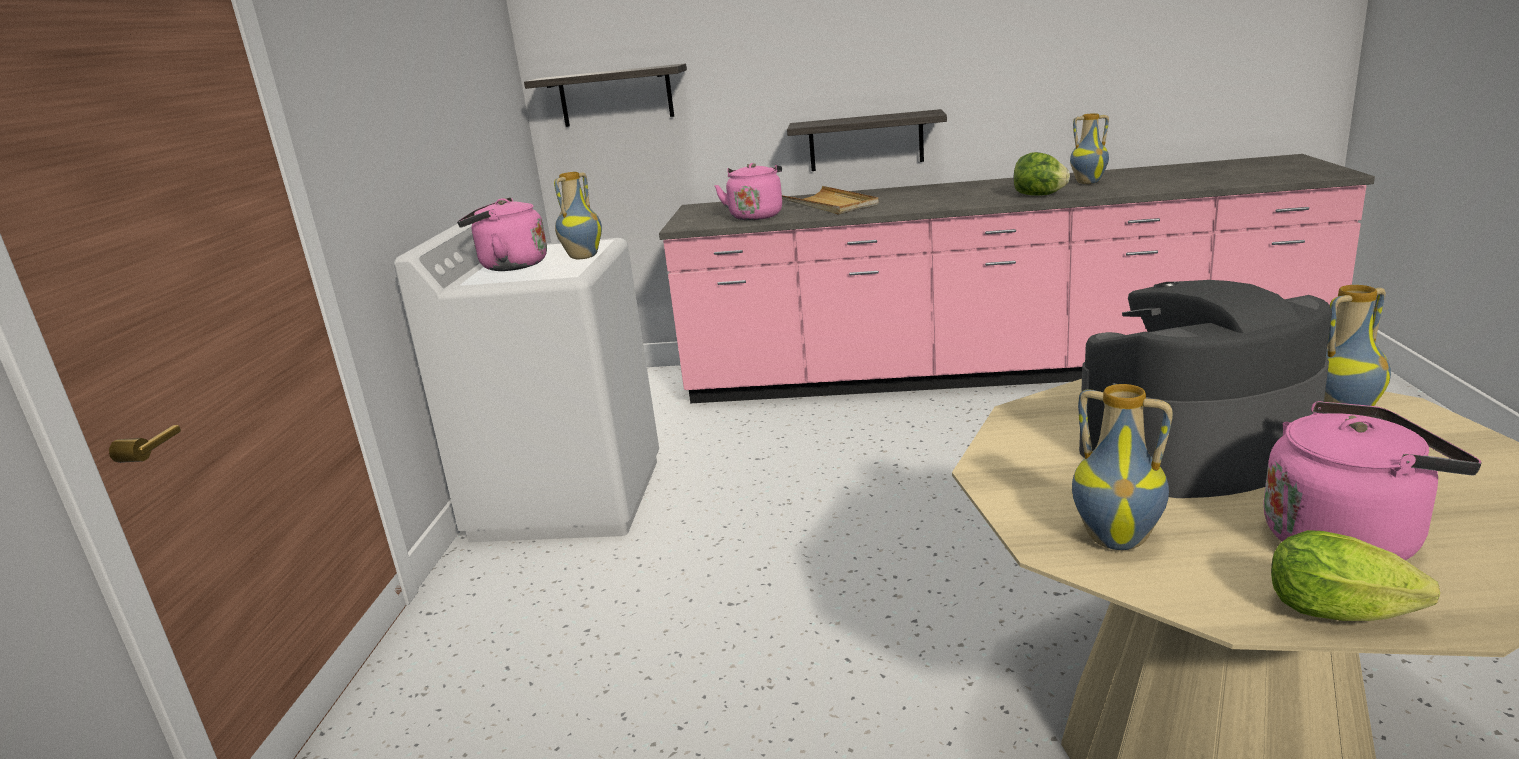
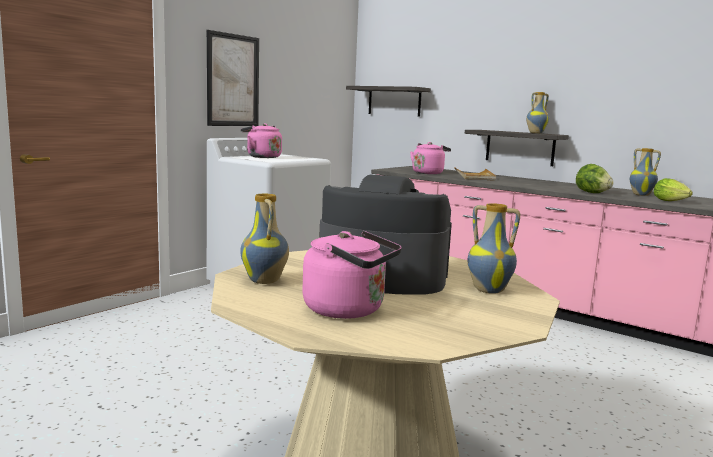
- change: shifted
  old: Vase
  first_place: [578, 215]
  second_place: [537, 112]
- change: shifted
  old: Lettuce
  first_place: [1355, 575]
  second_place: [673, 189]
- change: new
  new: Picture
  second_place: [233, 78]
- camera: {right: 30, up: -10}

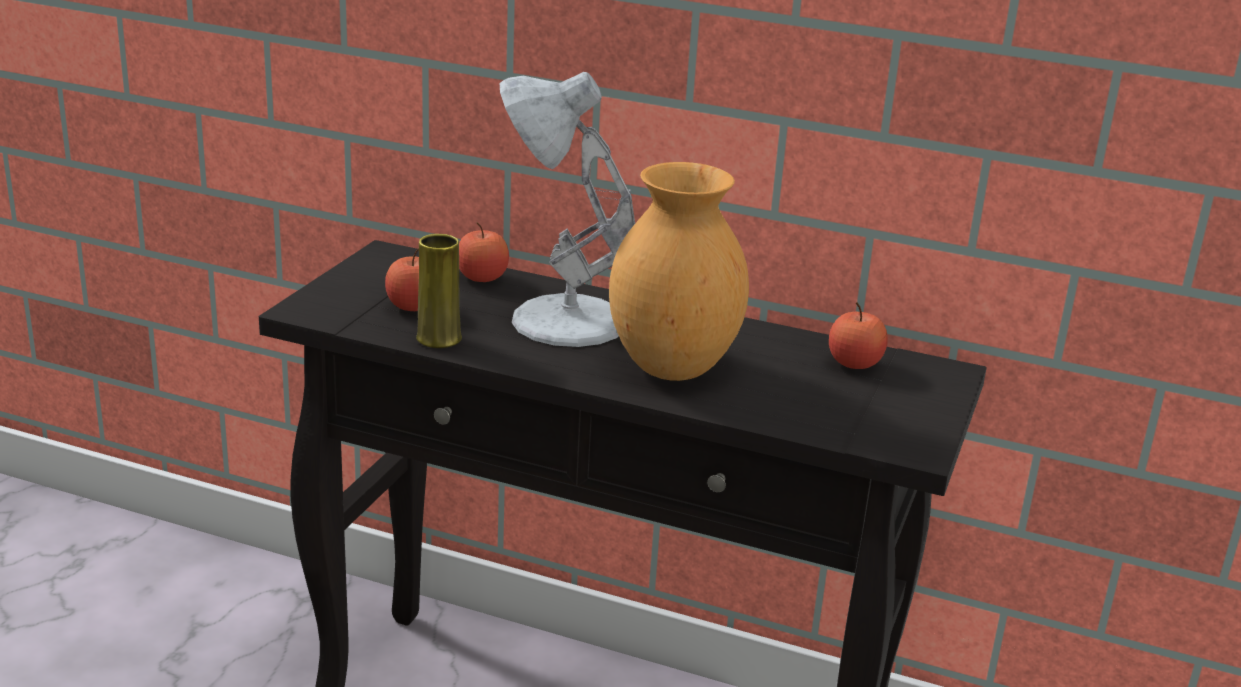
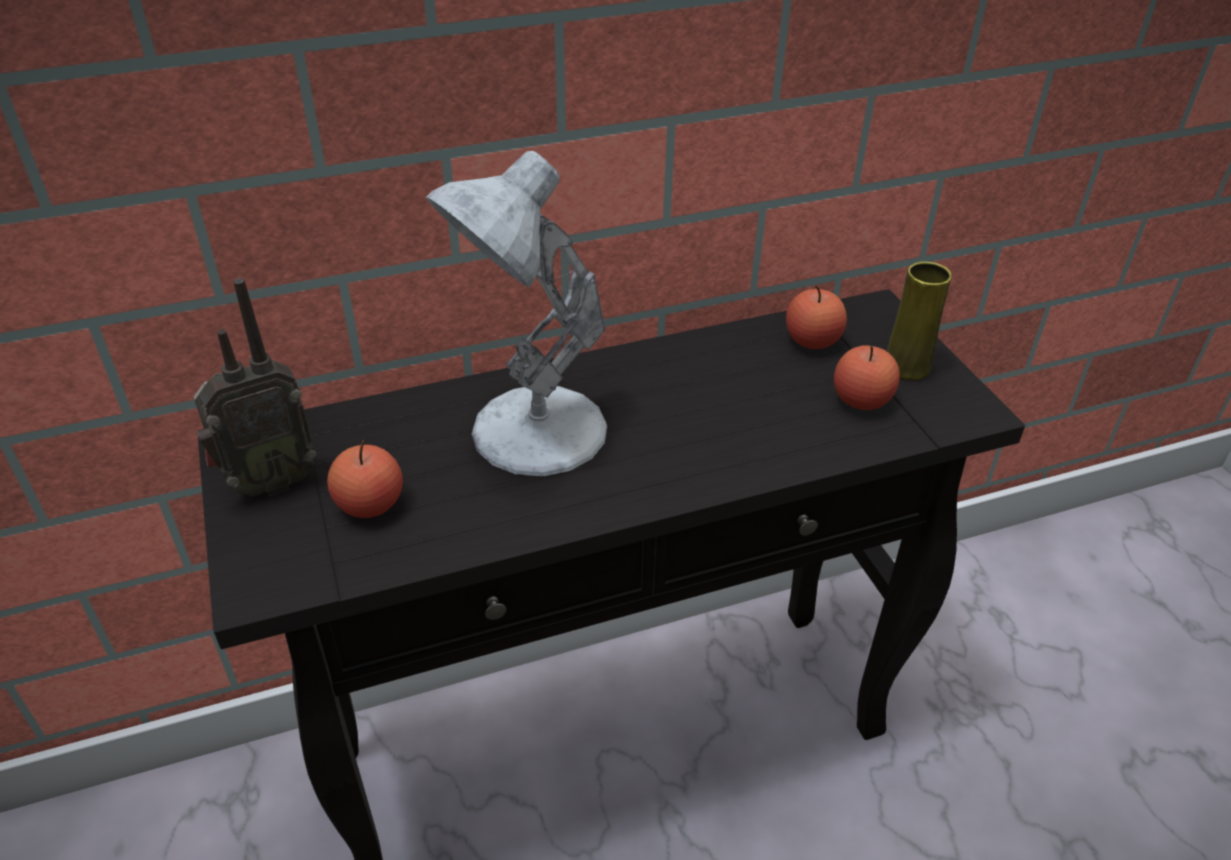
- change: shifted
  old: YellowVase
  first_place: [439, 291]
  second_place: [919, 321]
- change: shifted
  old: Apple
  first_place: [484, 252]
  second_place: [867, 377]
- change: gone
  old: BrownVase
  first_place: [679, 271]
- change: new
  new: Radio
  second_place: [255, 387]
- camera: {right: -40, up: 15}

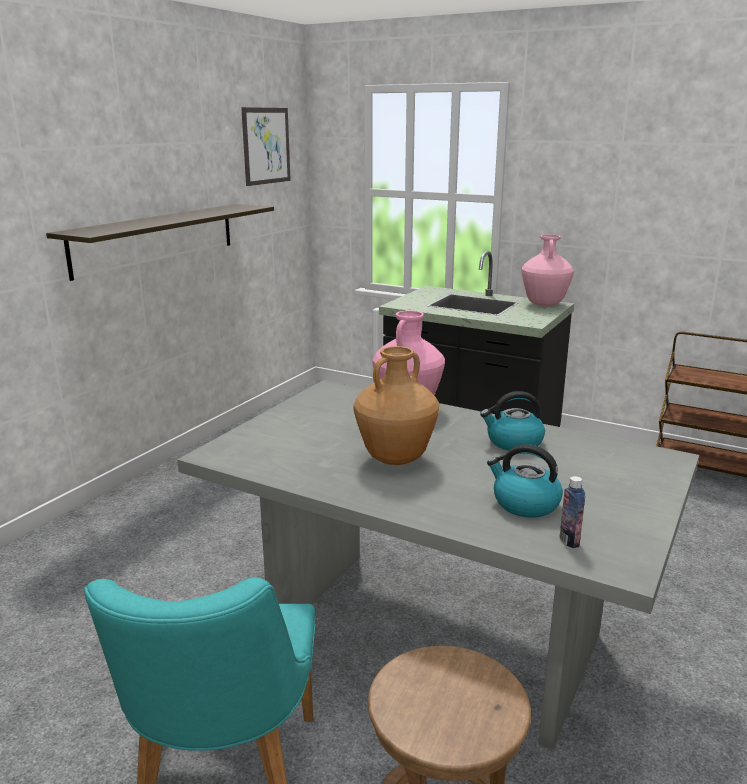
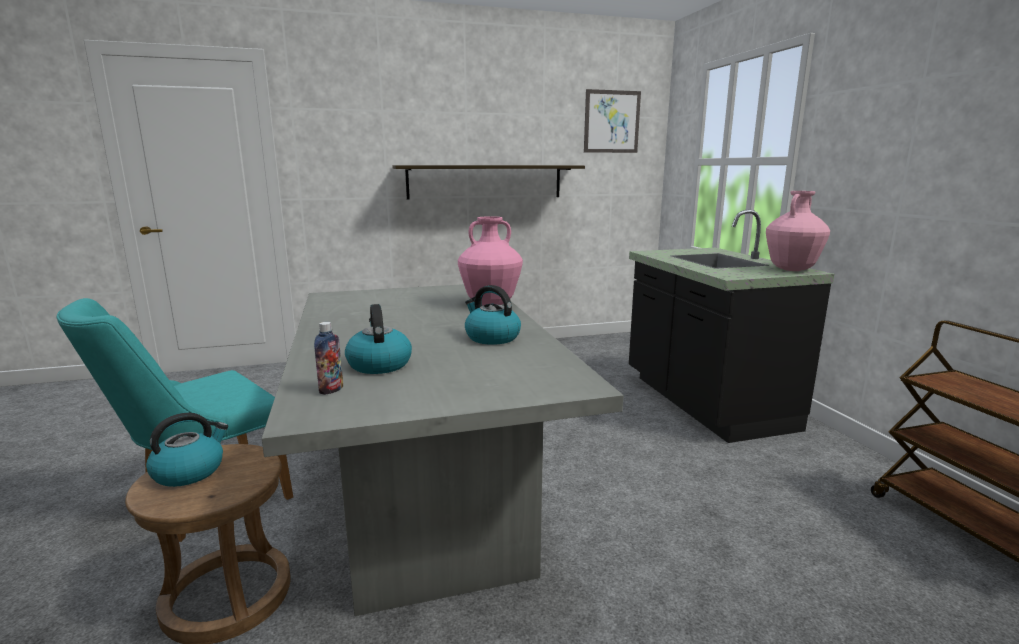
- change: gone
  old: BrownVase
  first_place: [396, 405]
- change: new
  new: Kettle
  second_place: [187, 449]
- camera: {right: 45, up: -5}

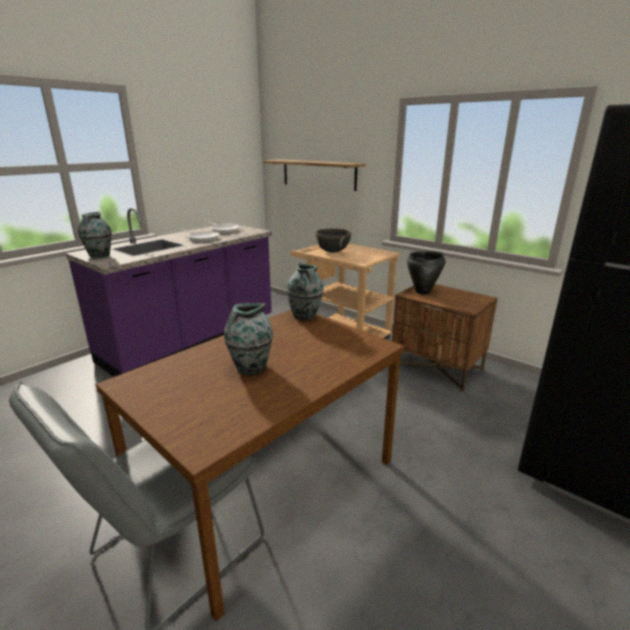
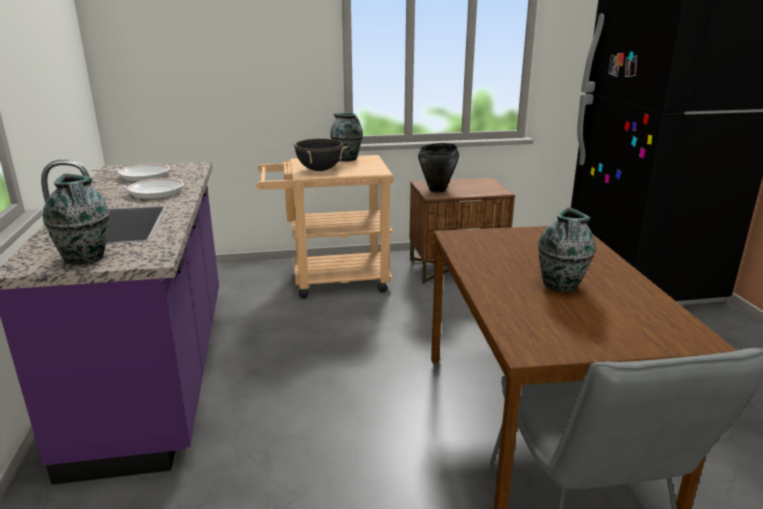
- change: gone
  old: Shelf
  first_place: [314, 175]
- change: shifted
  old: Vase
  first_place: [305, 291]
  second_place: [346, 137]
- camera: {right: -50, up: 0}

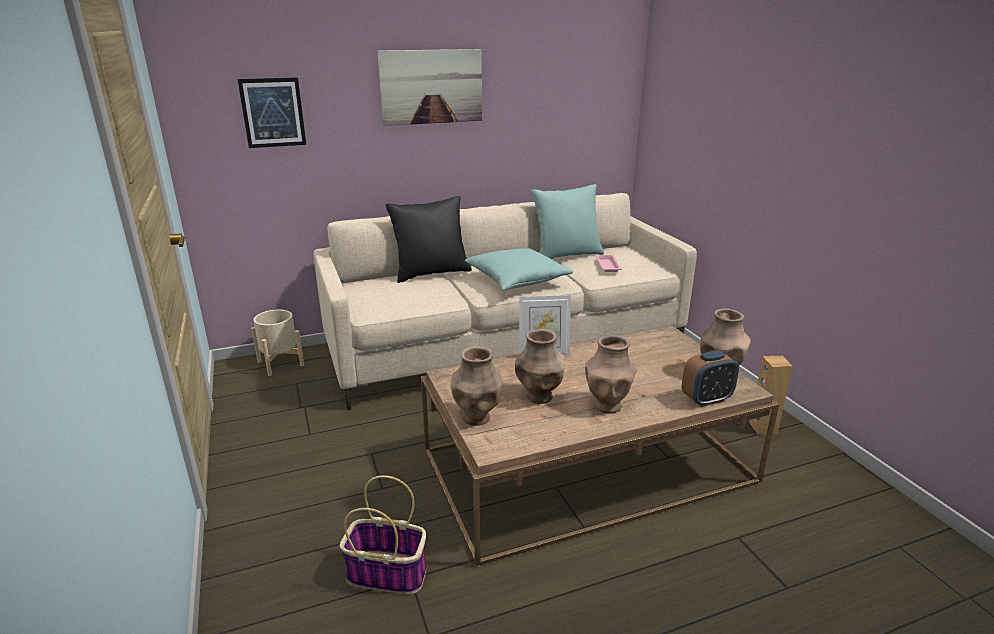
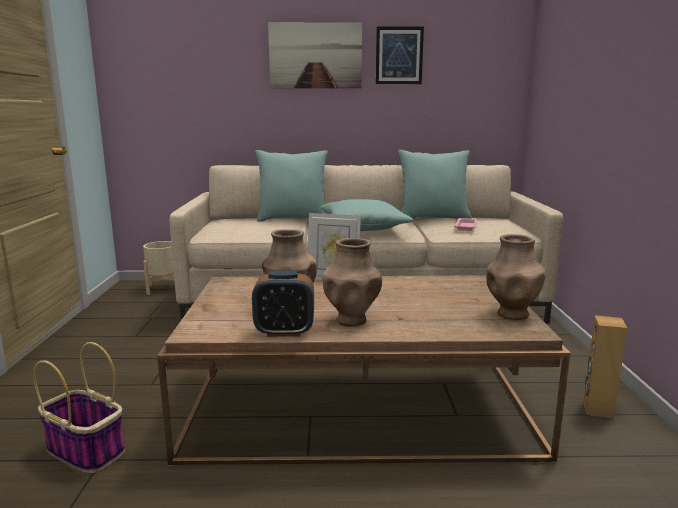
- change: shifted
  old: Picture
  first_place: [272, 112]
  second_place: [400, 55]
- change: repainted
  old: BlackPillow
  new: TurquoisePillow
  first_place: [428, 239]
  second_place: [291, 185]
- change: gone
  old: BrownVase
  first_place: [476, 386]
- change: shifted
  old: AlarmClock
  first_place: [710, 379]
  second_place: [283, 304]
- camera: {right: 20, up: -10}

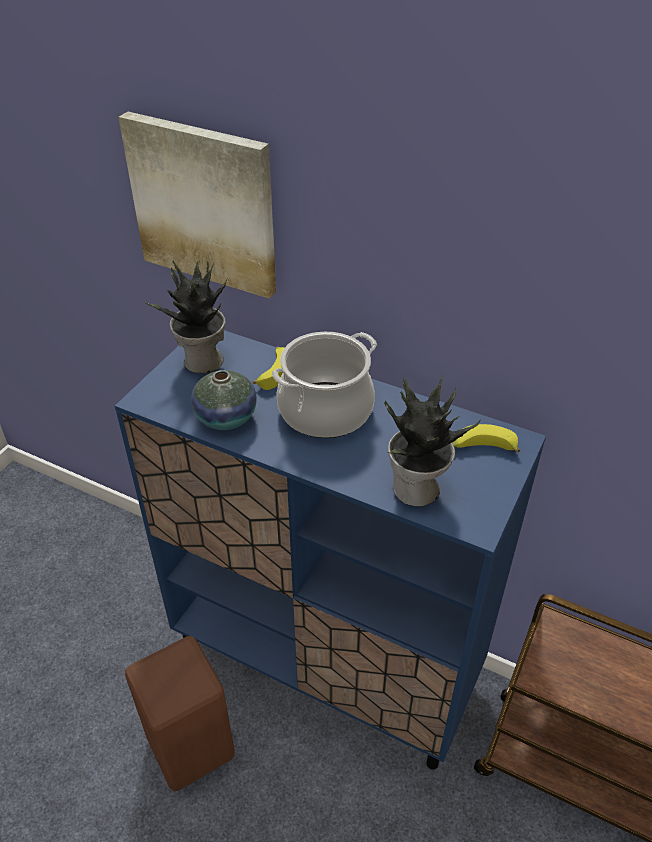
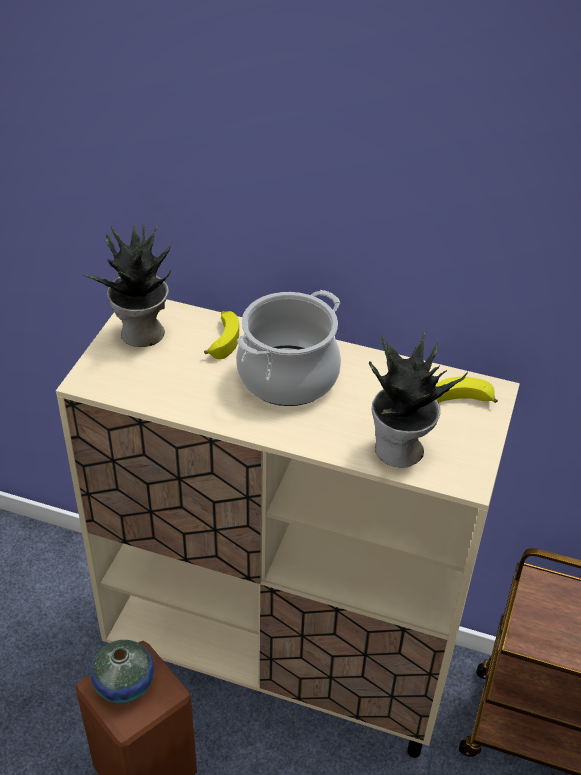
- change: repainted
  old: BlueCabinet
  new: BeigeCabinet
  first_place: [330, 550]
  second_place: [288, 528]
- change: gone
  old: Picture
  first_place: [197, 205]
- change: shifted
  old: Vase
  first_place: [224, 400]
  second_place: [122, 671]
- camera: {right: -10, up: 0}

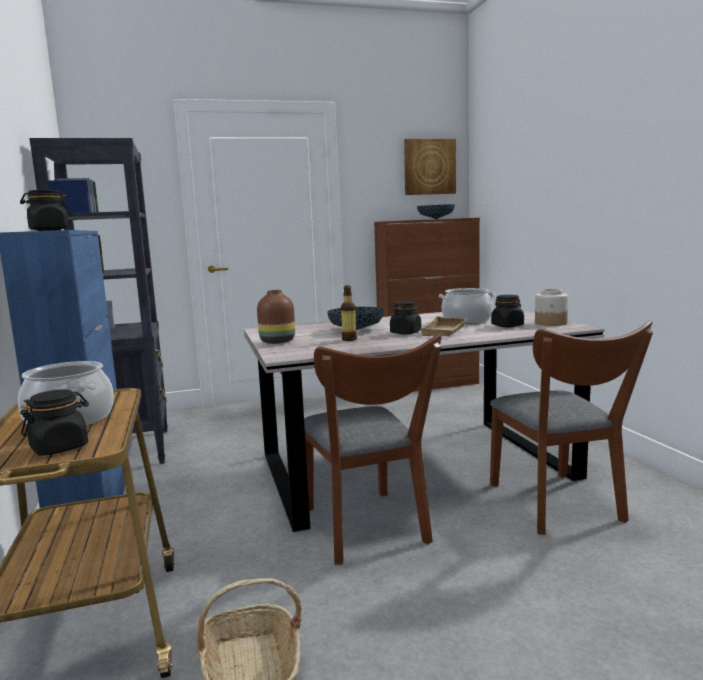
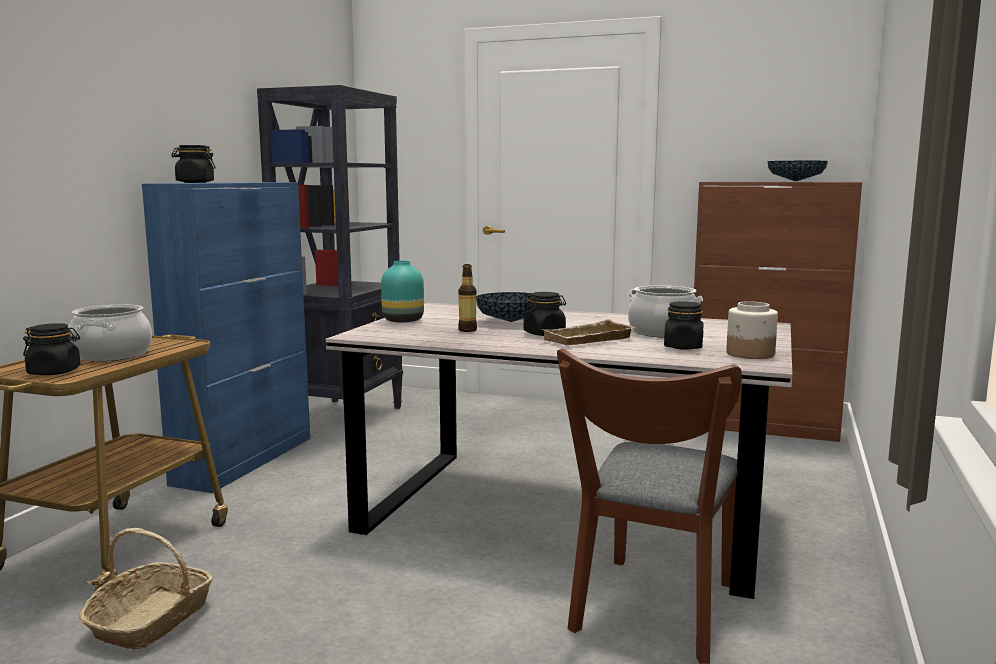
- change: repainted
  old: BrownVase
  new: TurquoiseVase
  first_place: [276, 317]
  second_place: [402, 291]
- change: gone
  old: BrownChair
  first_place: [373, 449]
- change: gone
  old: Picture
  first_place: [430, 167]
- camera: {right: 35, up: 0}

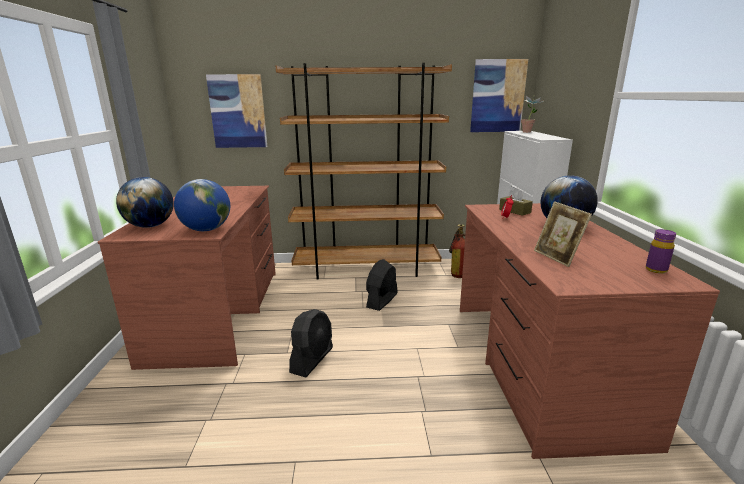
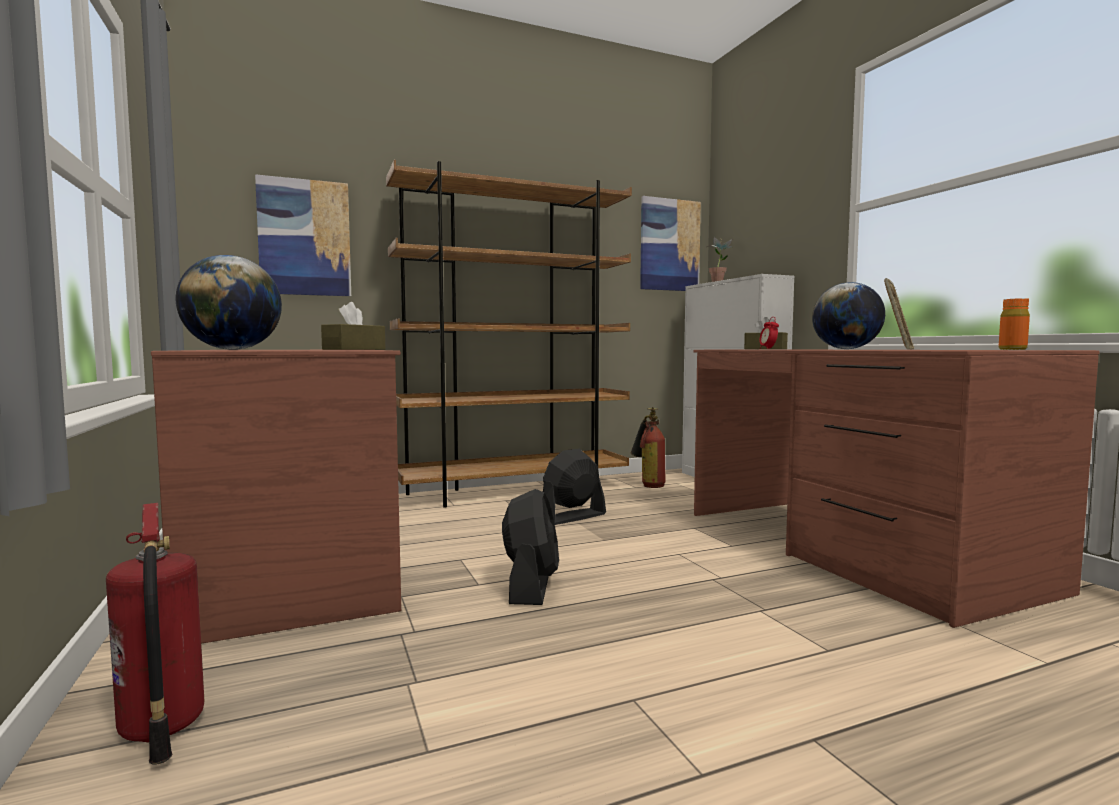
- change: swapped
  old: Globe
  new: BrownTissueBox
  first_place: [202, 205]
  second_place: [353, 326]
- change: rotated
  old: BlackFan
  first_place: [381, 285]
  second_place: [574, 487]
  degrees: 45
- change: rotated
  old: PictureFrame
  first_place: [563, 234]
  second_place: [899, 314]
  degrees: -105
- change: repainted
  old: PurpleBottle
  new: OrangeBottle
  first_place: [661, 251]
  second_place: [1014, 324]
- change: new
  new: FireExtinguisher
  second_place: [155, 634]
- camera: {right: -20, up: -15}

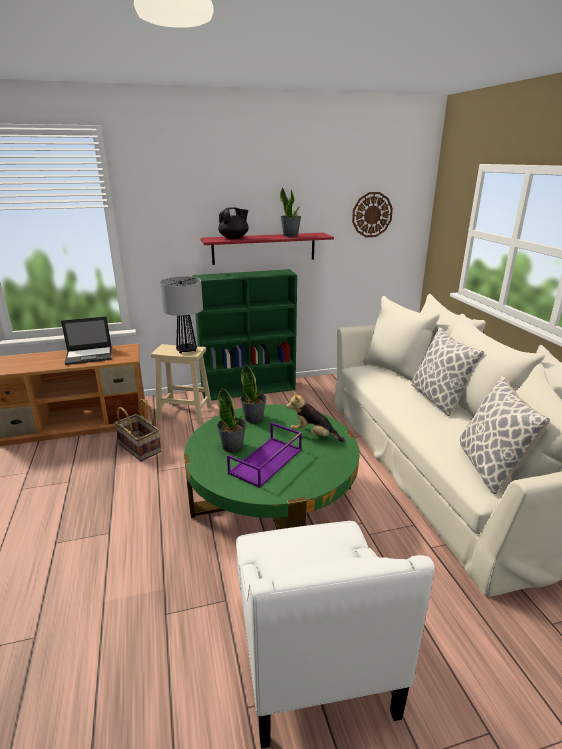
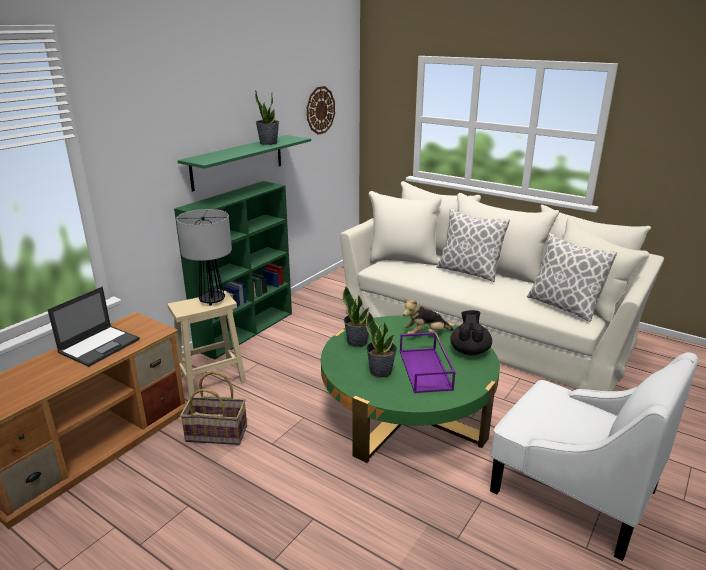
- change: repainted
  old: RedShelf
  new: GreenShelf
  first_place: [267, 249]
  second_place: [244, 163]
- change: shifted
  old: BlackTeapot
  first_place: [233, 223]
  second_place: [471, 332]
- camera: {right: -40, up: 0}

